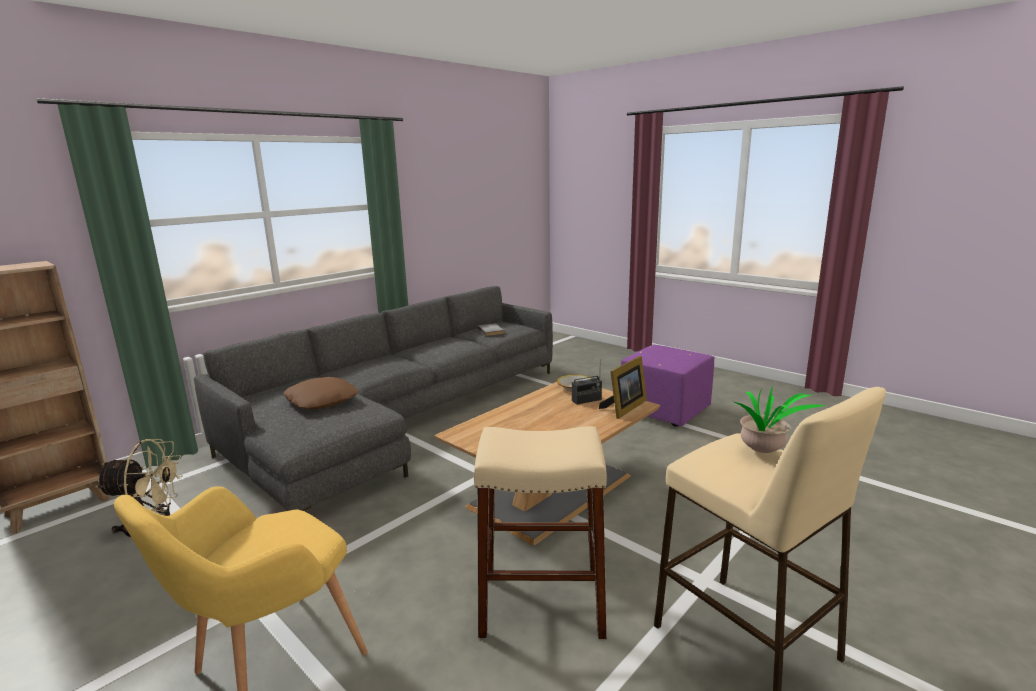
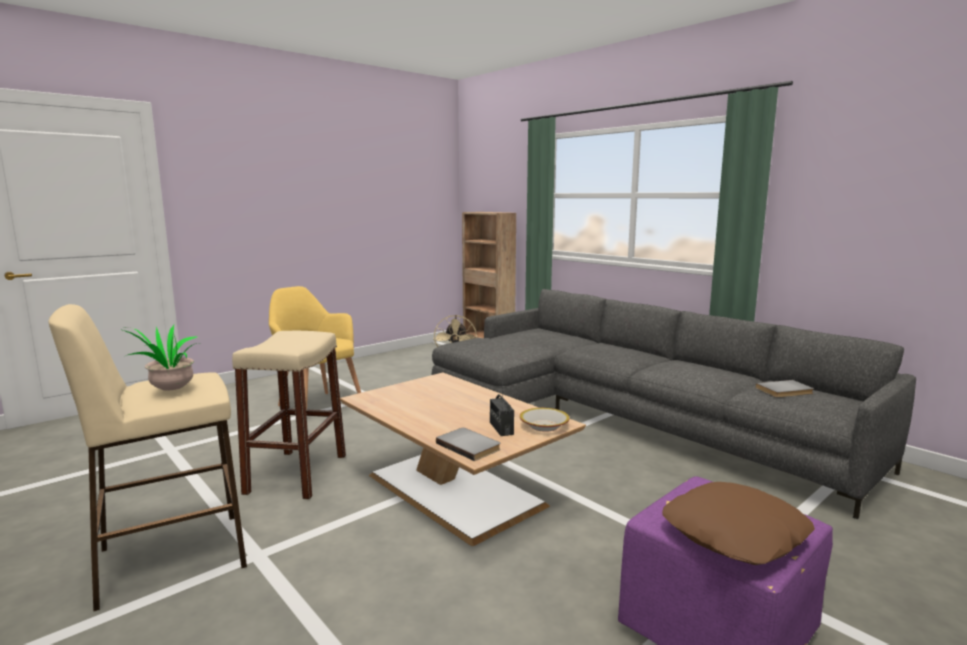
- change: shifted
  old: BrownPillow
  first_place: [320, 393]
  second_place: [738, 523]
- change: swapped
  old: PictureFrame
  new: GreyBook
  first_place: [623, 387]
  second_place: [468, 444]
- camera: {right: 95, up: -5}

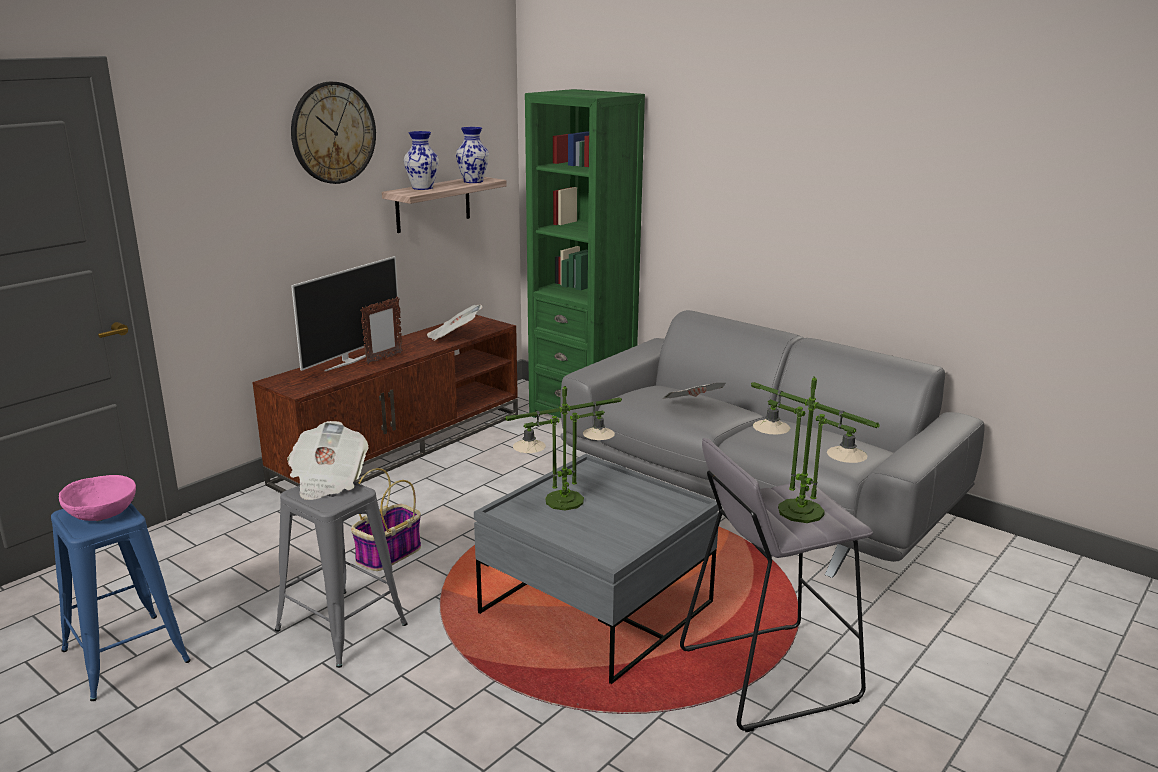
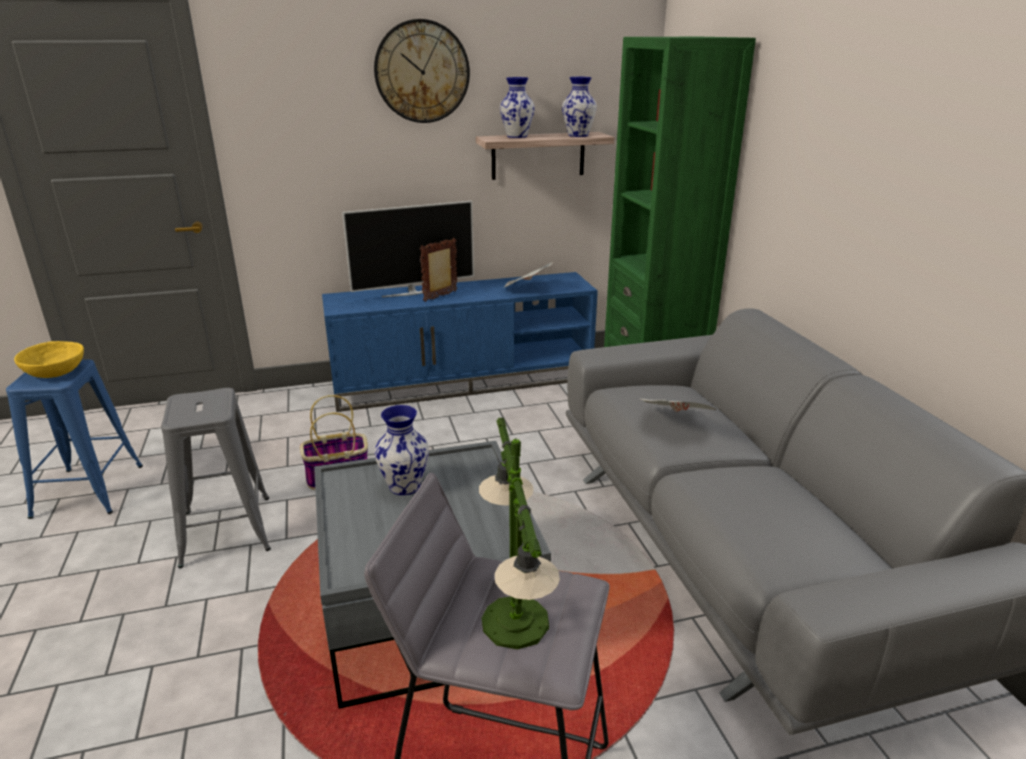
- change: repainted
  old: PinkBowl
  new: YellowBowl
  first_place: [97, 498]
  second_place: [49, 359]
- change: repainted
  old: BrownTvStand
  new: BlueTvStand
  first_place: [385, 404]
  second_place: [460, 342]
- change: gone
  old: Newspaper
  first_place: [328, 460]
- change: rotated
  old: PictureFrame
  first_place: [381, 330]
  second_place: [438, 270]
  degrees: 150
- change: swapped
  old: TableLamp
  new: Vase
  first_place: [563, 448]
  second_place: [401, 450]
- camera: {right: 35, up: 5}

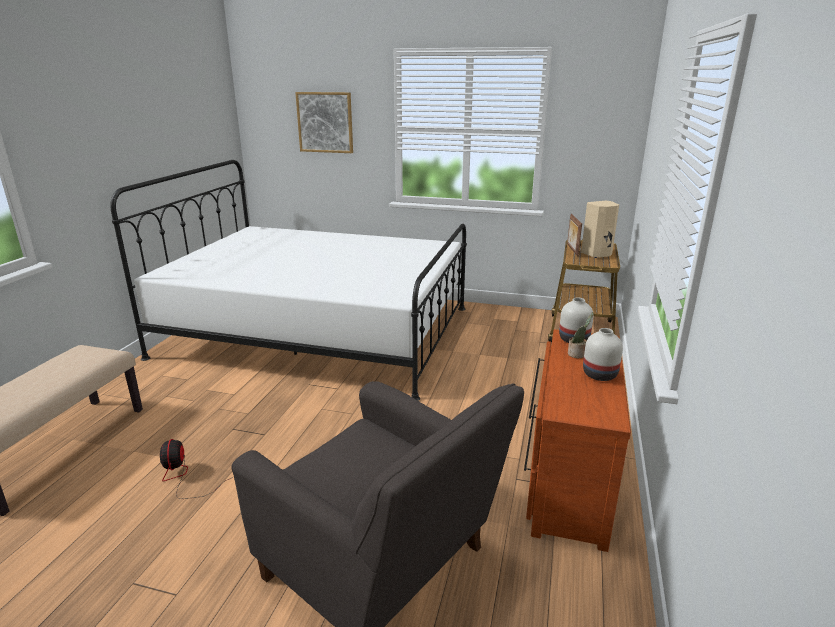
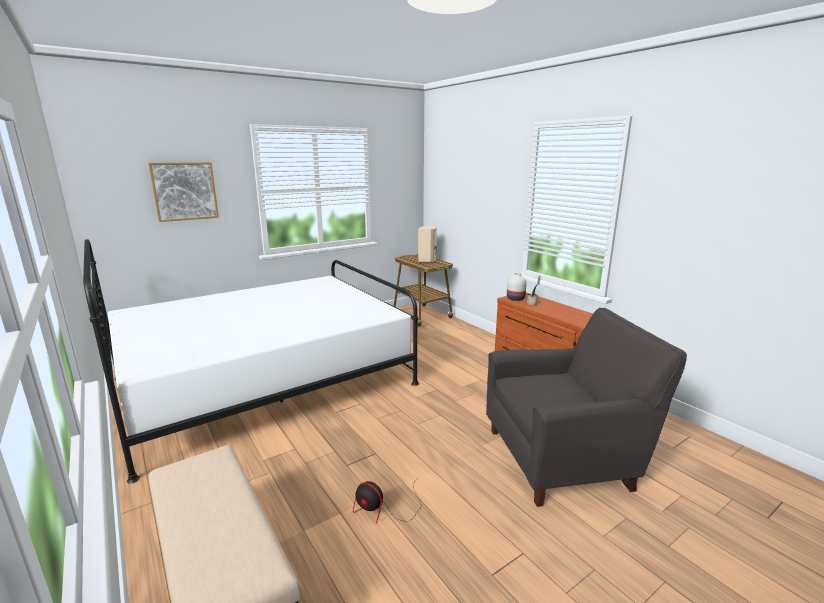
- change: gone
  old: PictureFrame
  first_place: [574, 235]
- change: gone
  old: WhiteVase
  first_place: [603, 354]
- camera: {right: -50, up: -5}

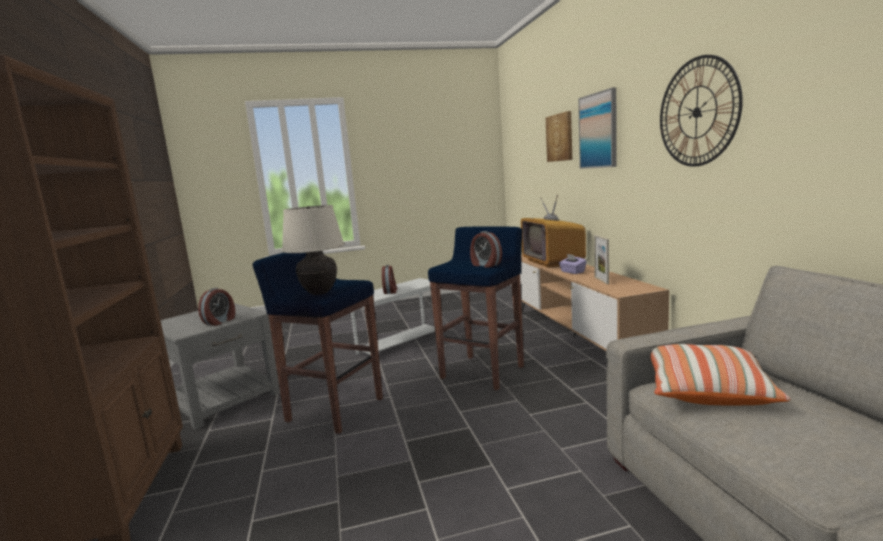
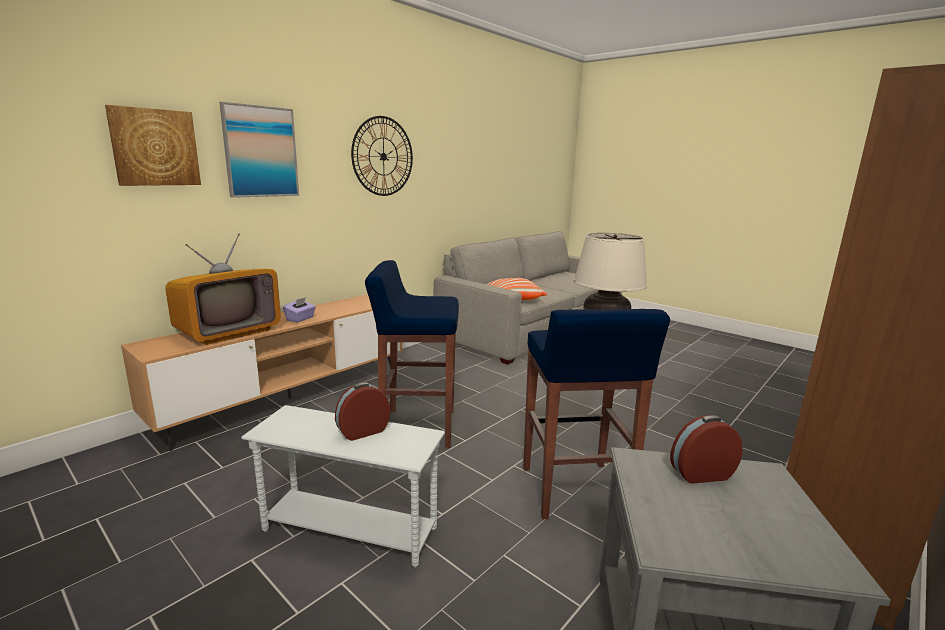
- change: gone
  old: AlarmClock
  first_place: [486, 249]
- change: gone
  old: PictureFrame
  first_place: [601, 259]
- camera: {right: -125, up: 5}

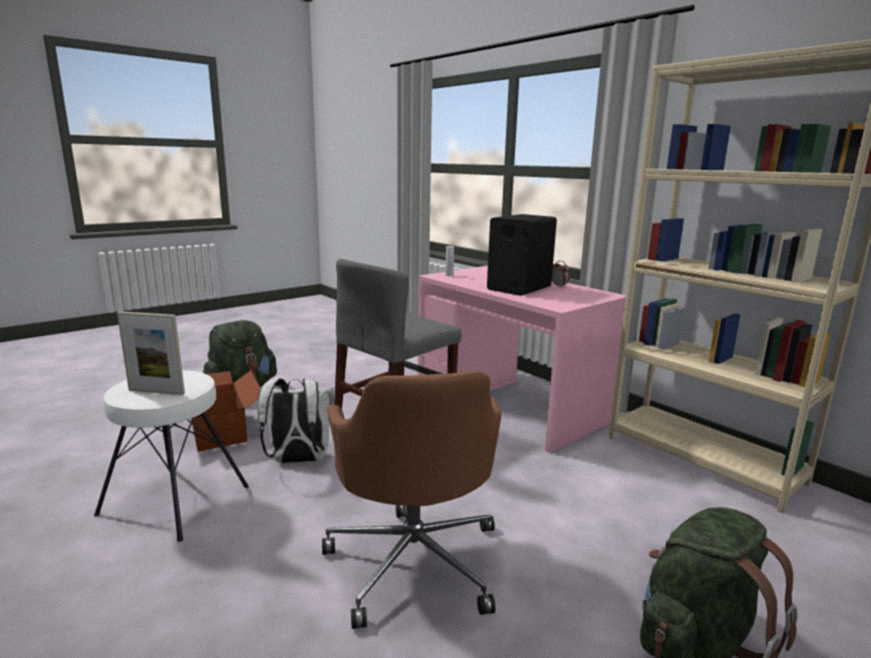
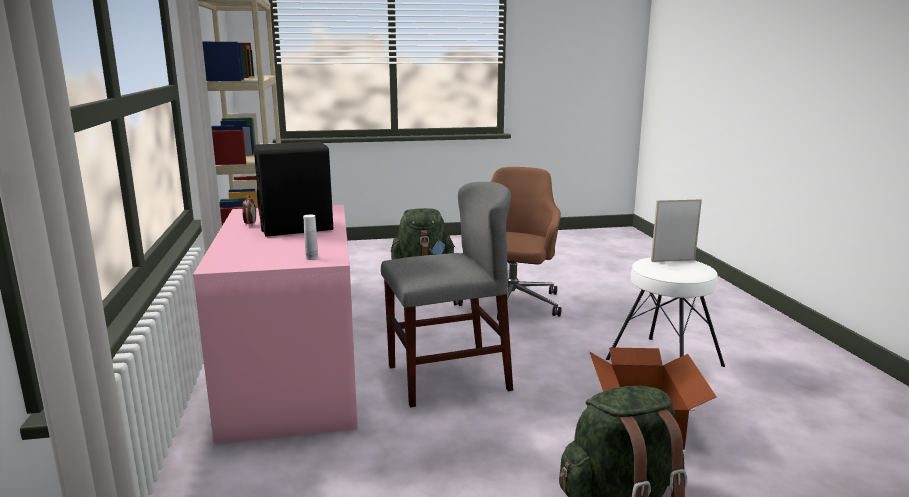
- change: rotated
  old: PictureFrame
  first_place: [151, 353]
  second_place: [676, 230]
  degrees: -45
- change: gone
  old: WhiteBackpack
  first_place: [296, 420]
- camera: {right: -150, up: 0}

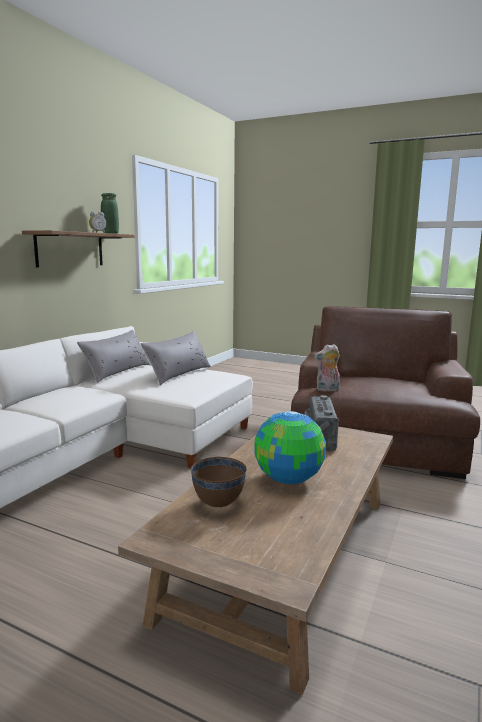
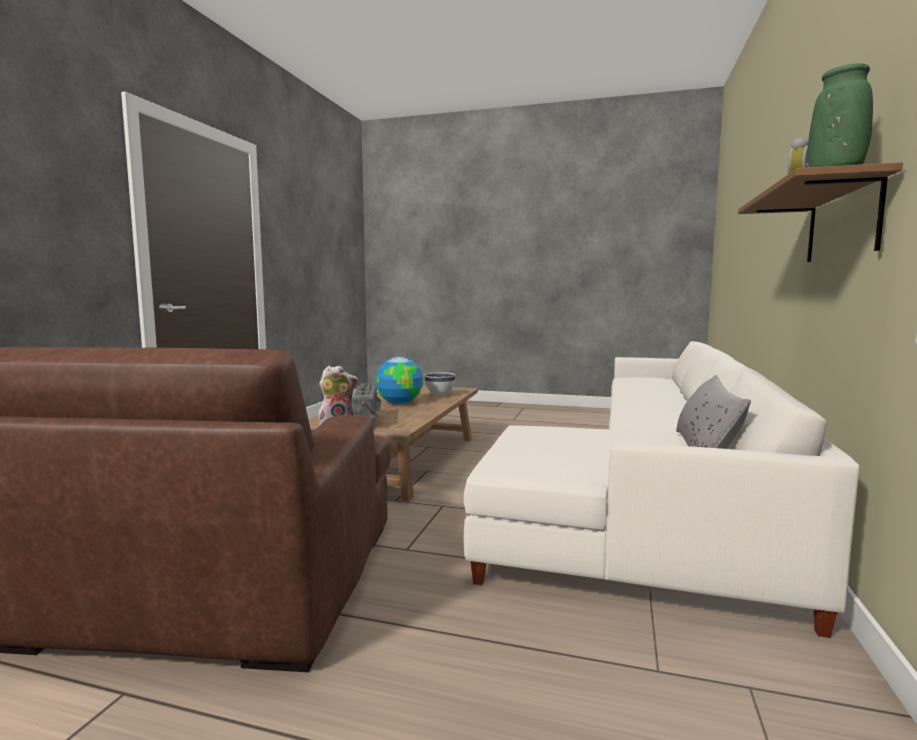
- change: gone
  old: GreyPillow
  first_place: [176, 358]
- change: repainted
  old: BrownBowl
  new: WhiteBowl
  first_place: [219, 482]
  second_place: [440, 384]
- camera: {right: 170, up: -5}

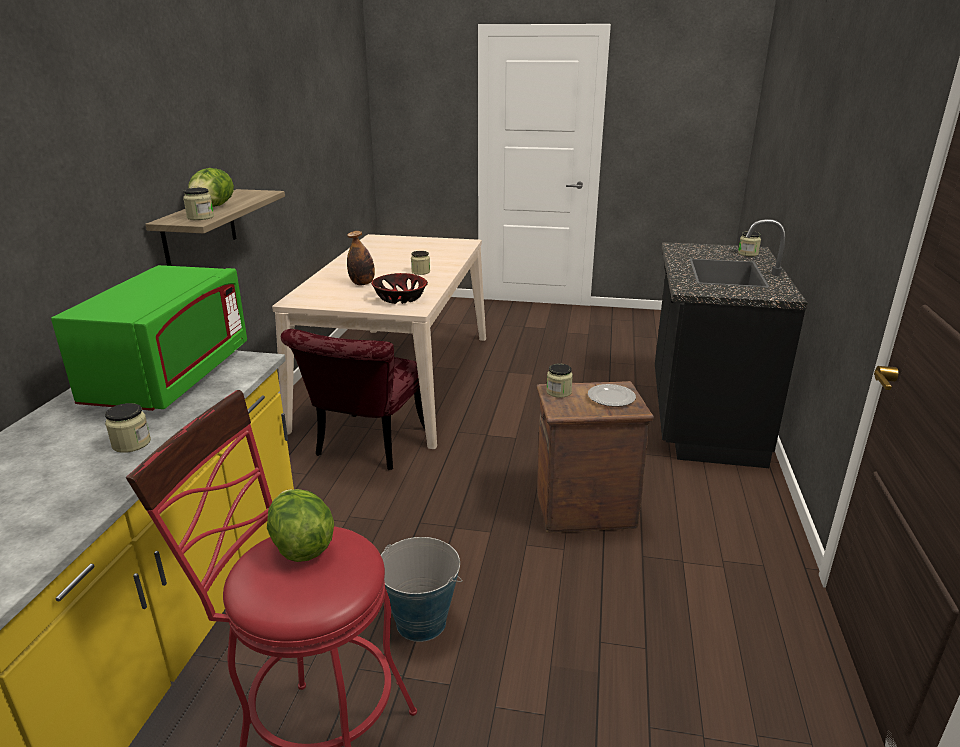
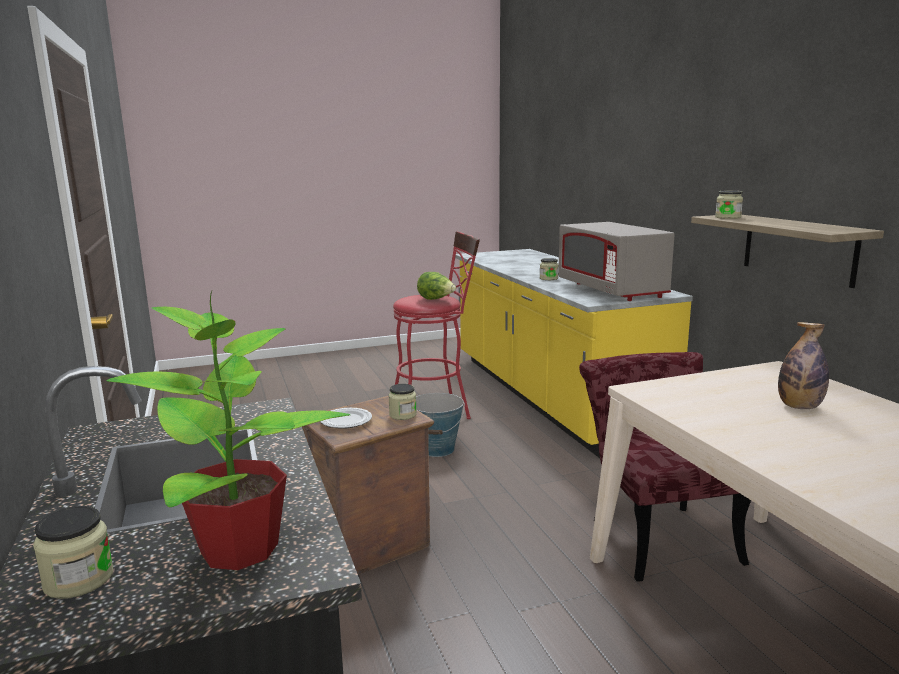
- change: repainted
  old: GreenMicrowave
  new: GreyMicrowave
  first_place: [149, 338]
  second_place: [616, 261]
- change: gone
  old: Lettuce
  first_place: [211, 187]
- change: gone
  old: Bowl
  first_place: [399, 288]
- change: gone
  old: Jar
  first_place: [420, 263]
- change: new
  new: PottedPlant
  second_place: [228, 430]
- camera: {right: 150, up: -10}

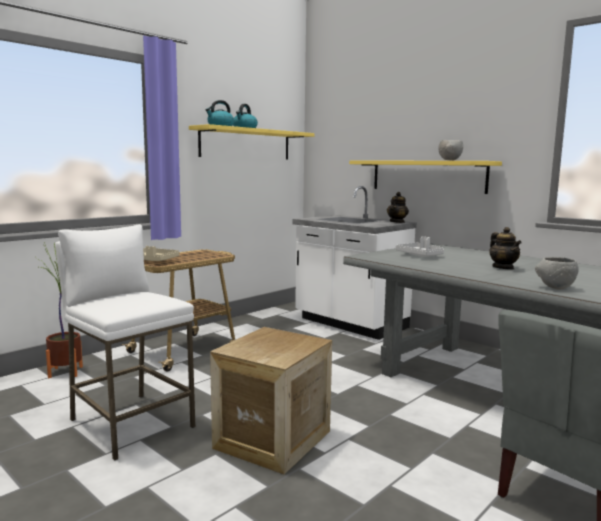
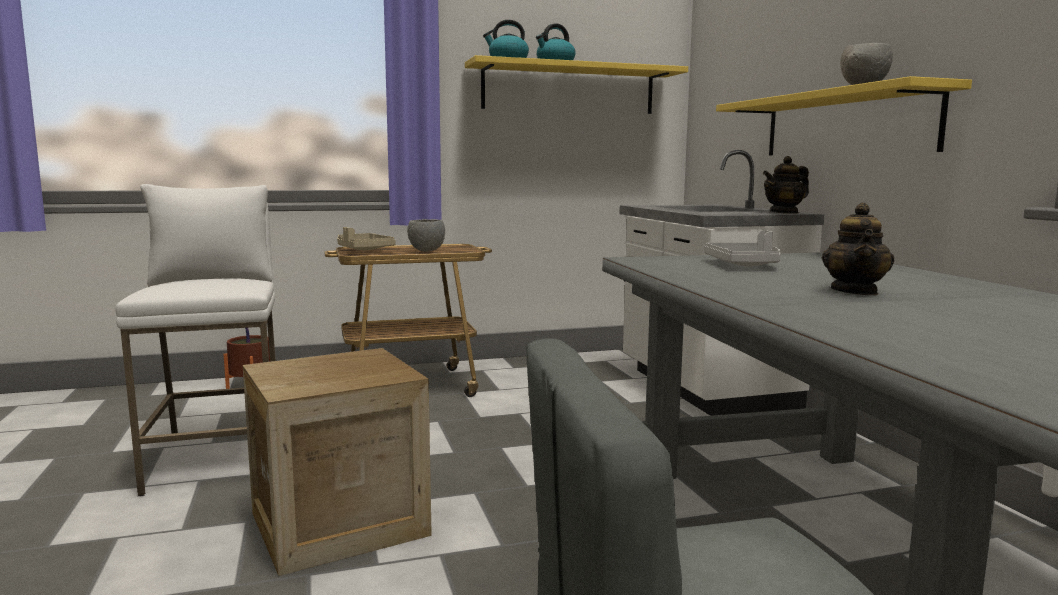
- change: shifted
  old: GreyBowl
  first_place: [557, 273]
  second_place: [426, 235]
- camera: {right: 30, up: 0}

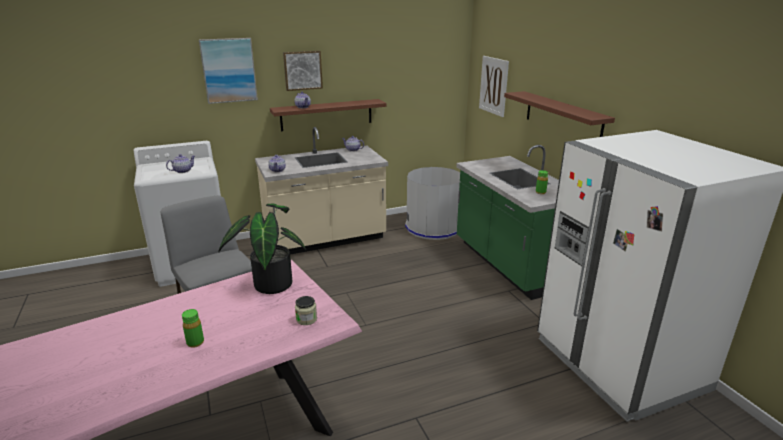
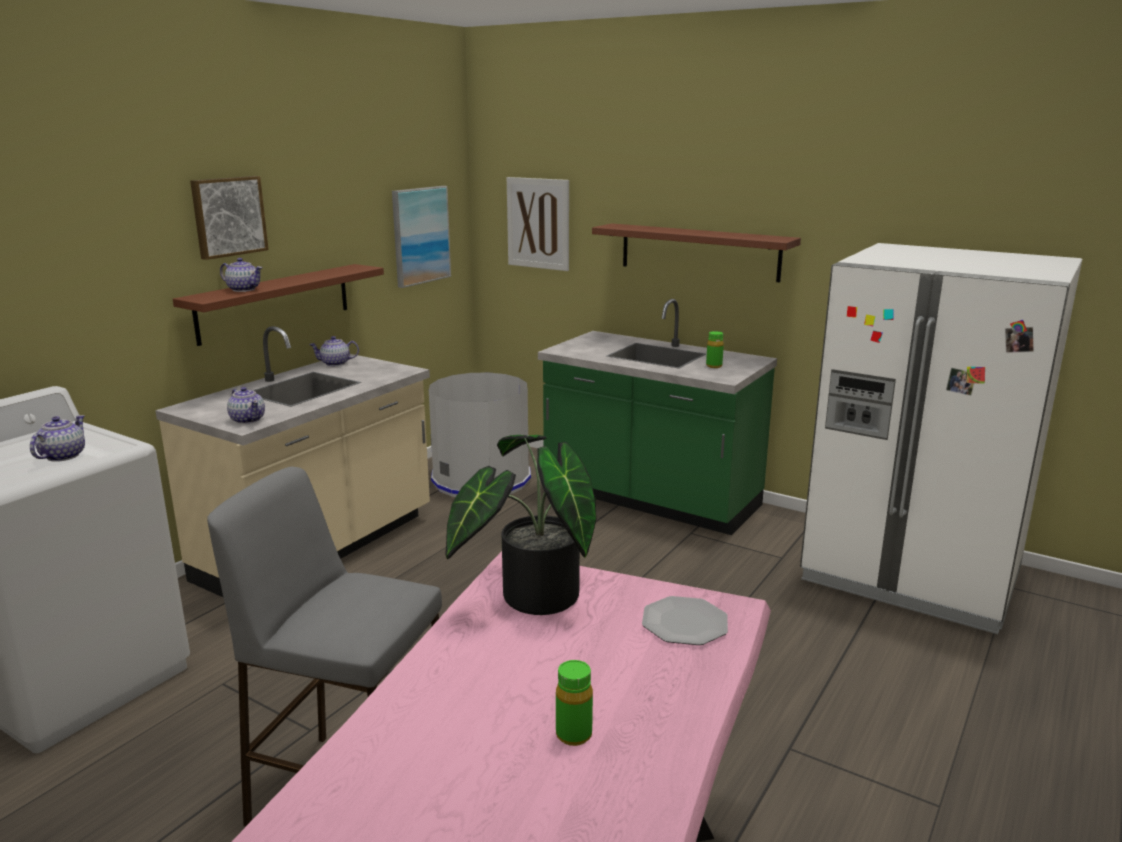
- change: shifted
  old: Picture
  first_place: [228, 71]
  second_place: [421, 237]
- change: swapped
  old: Jar
  new: Plate
  first_place: [306, 310]
  second_place: [685, 620]
- camera: {right: -35, up: -5}

